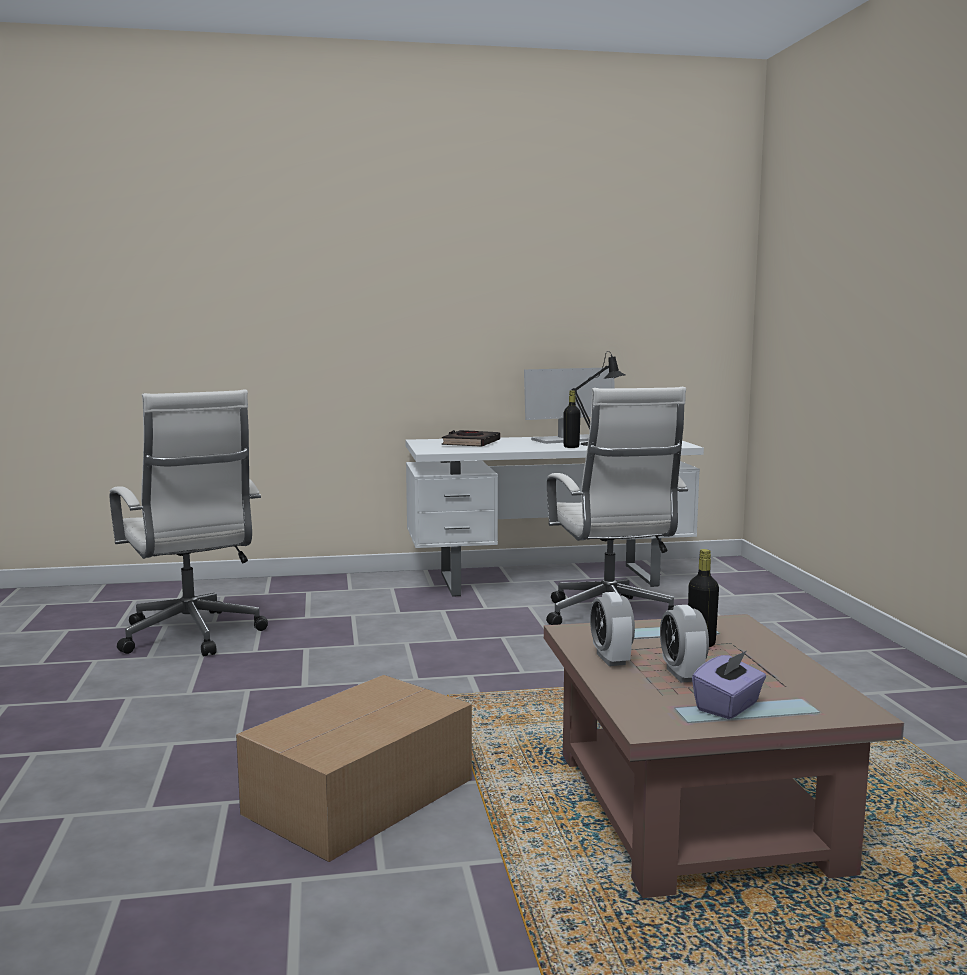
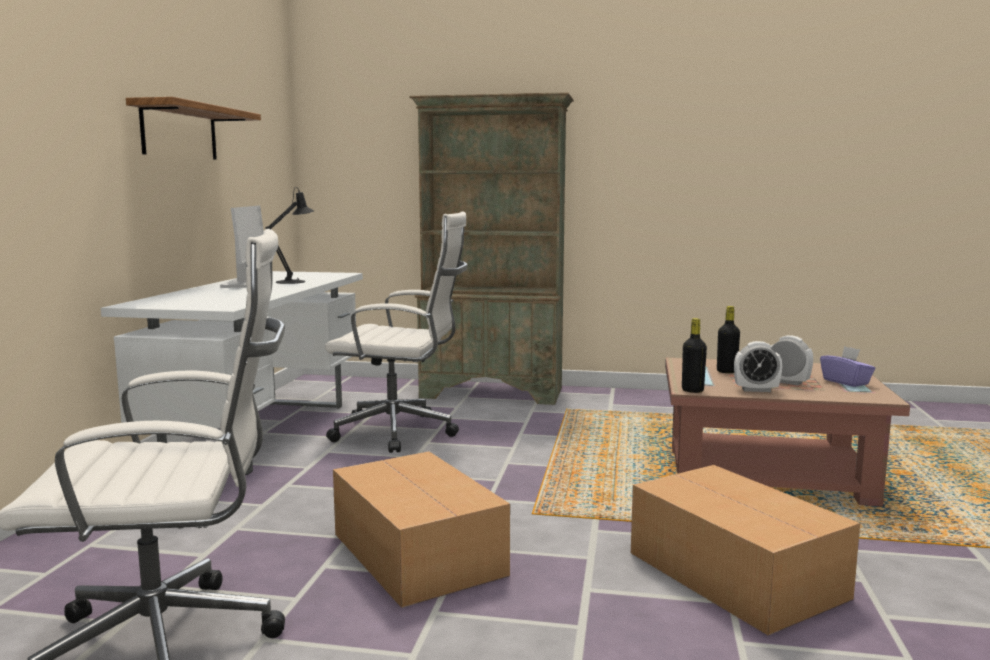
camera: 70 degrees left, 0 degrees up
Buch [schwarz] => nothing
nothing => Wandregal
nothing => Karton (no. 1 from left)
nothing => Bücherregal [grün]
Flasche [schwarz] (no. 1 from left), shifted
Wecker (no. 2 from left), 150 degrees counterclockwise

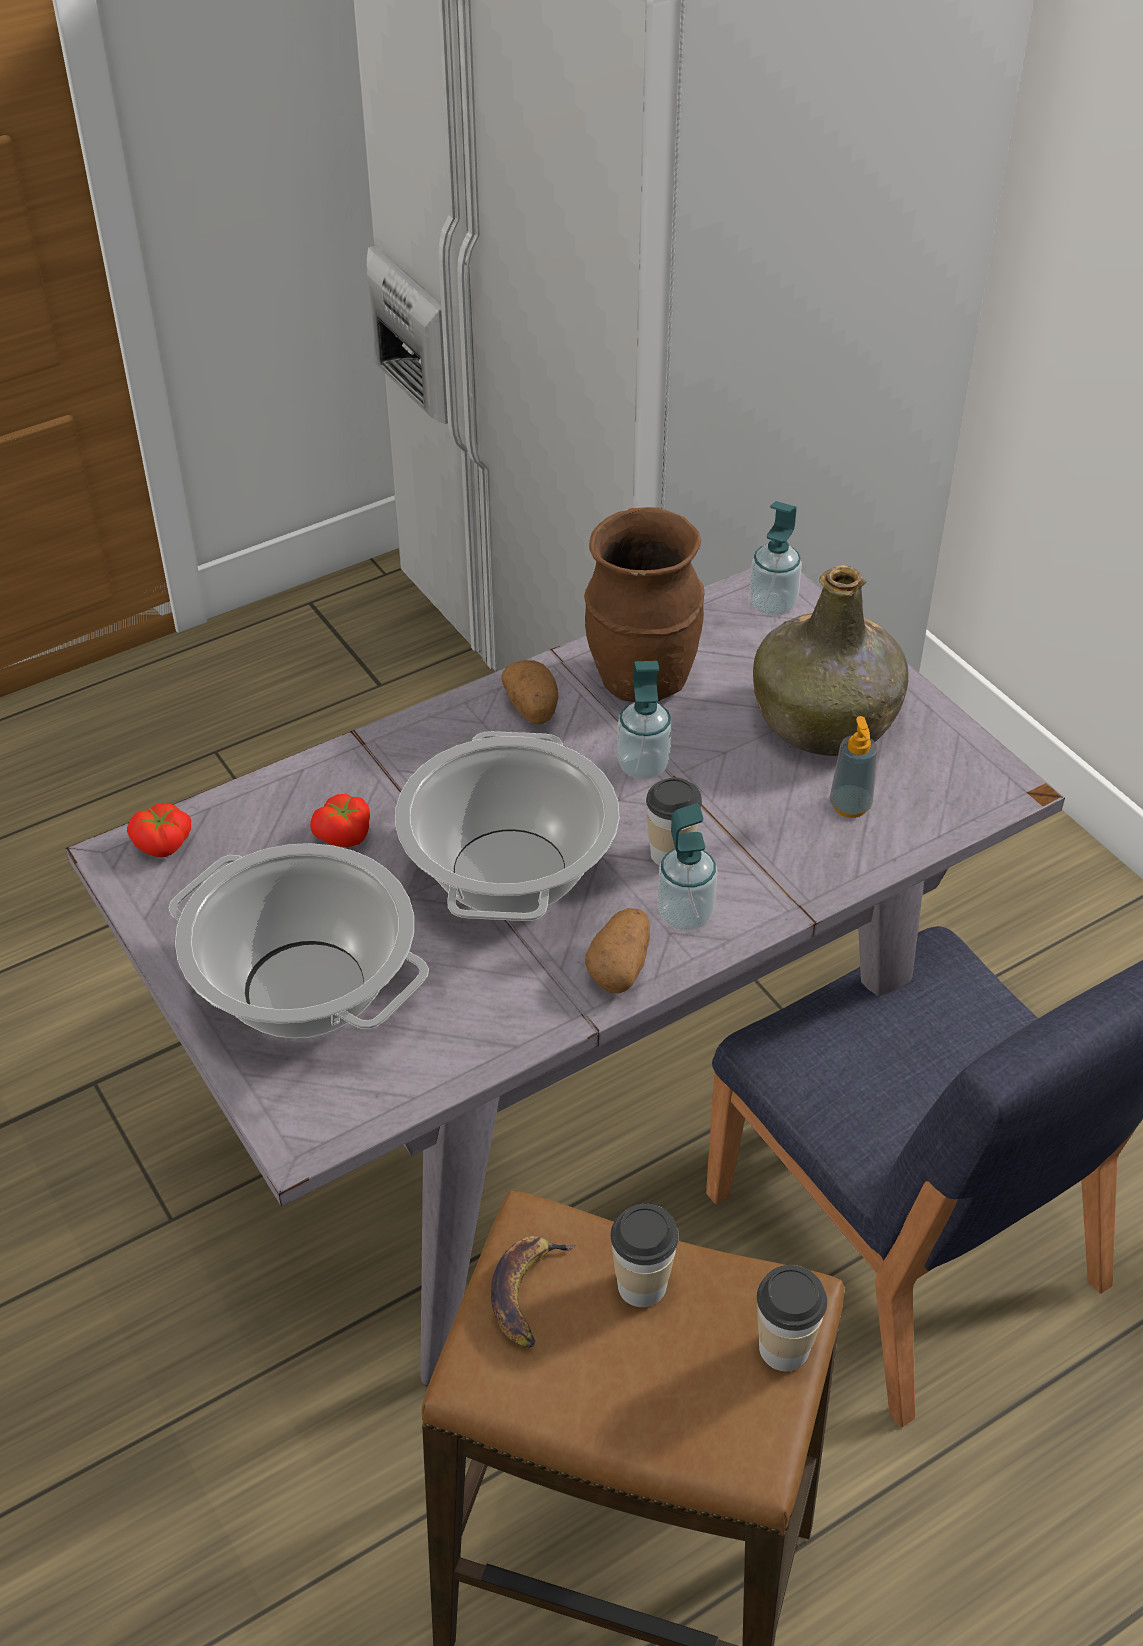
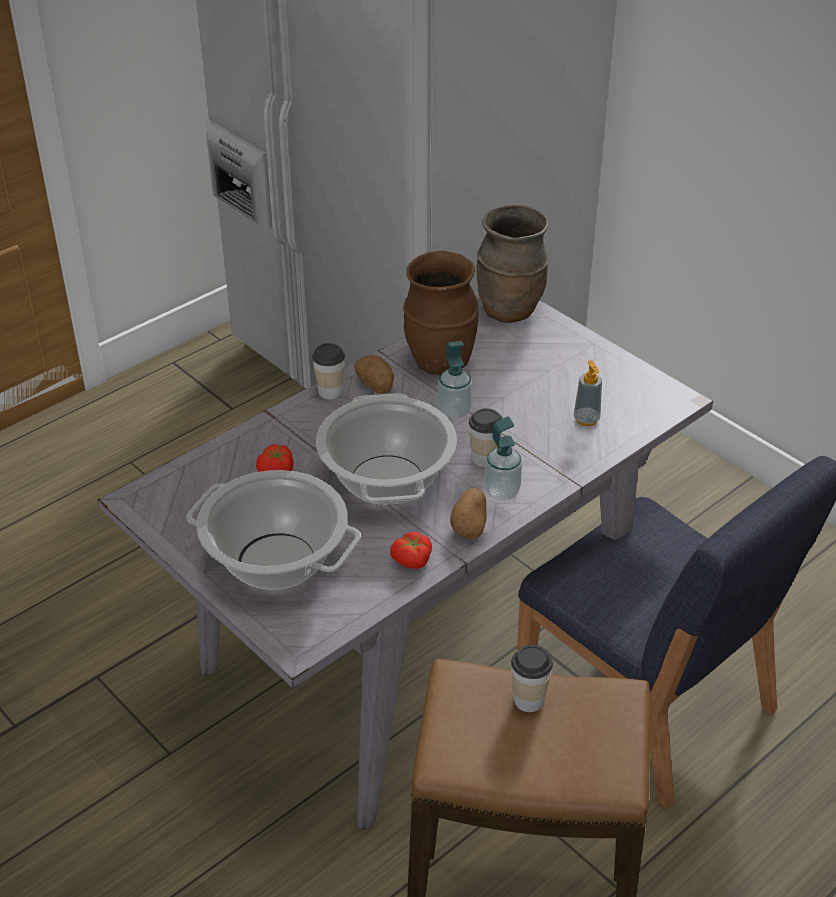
camera: 10 degrees left, 5 degrees down
Banane => nothing
Flasche [grün] => nothing
Tomate (no. 1 from left in the first image) => Tomate (no. 2 from left), shifted
Tasse (no. 3 from left in the first image) => Tasse (no. 1 from left), shifted
Seifenspender (no. 3 from left) => Vase [braun] (no. 2 from left)

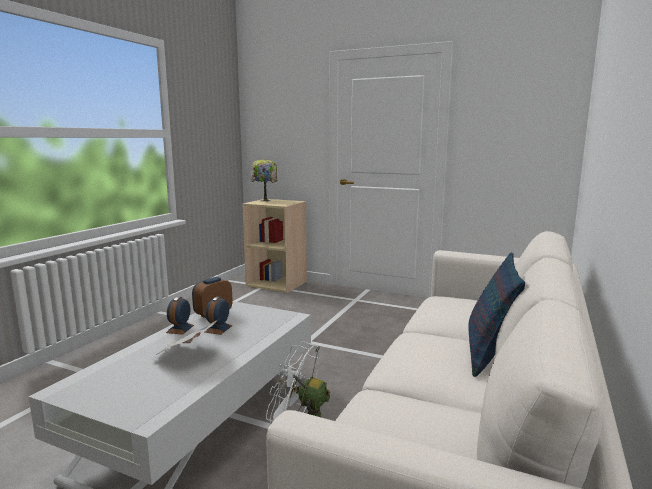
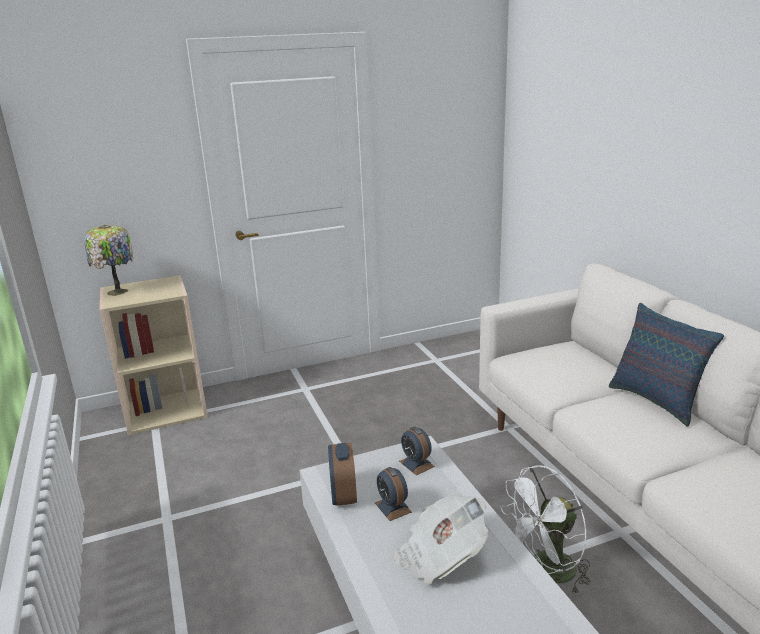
camera: 45 degrees left, 10 degrees up
Wecker (no. 1 from left in the first image) => Wecker (no. 3 from left), shifted

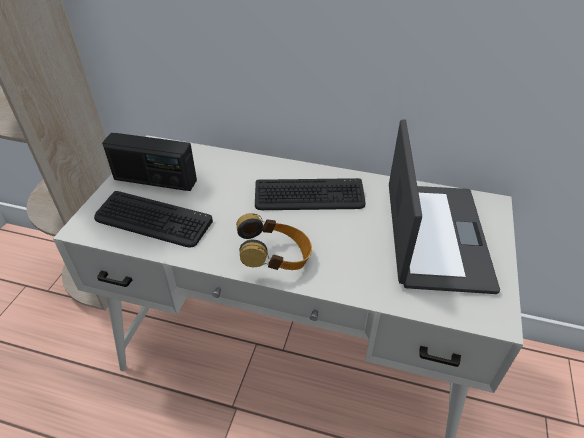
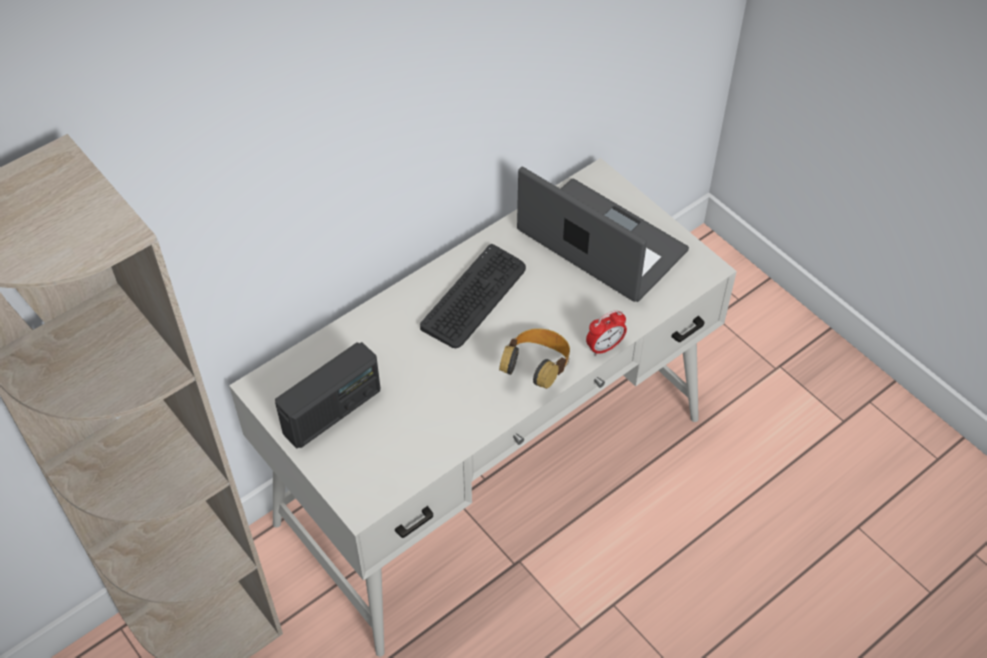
camera: 55 degrees left, 10 degrees up
Tastatur (no. 1 from left) => nothing
nothing => Wecker

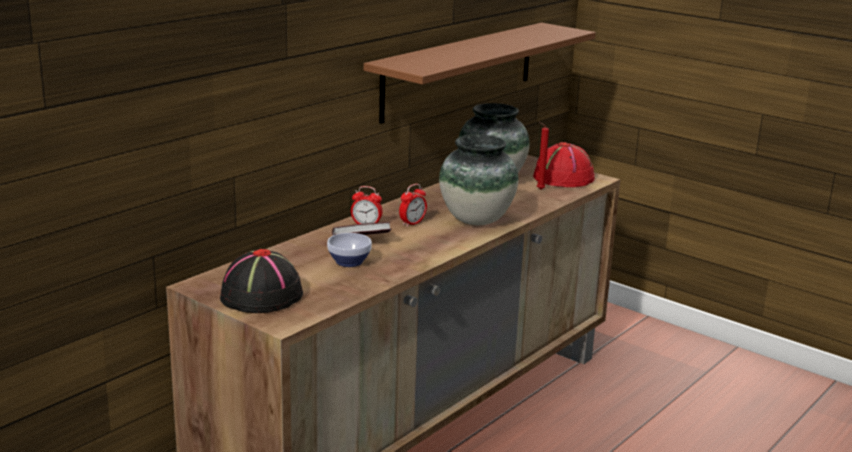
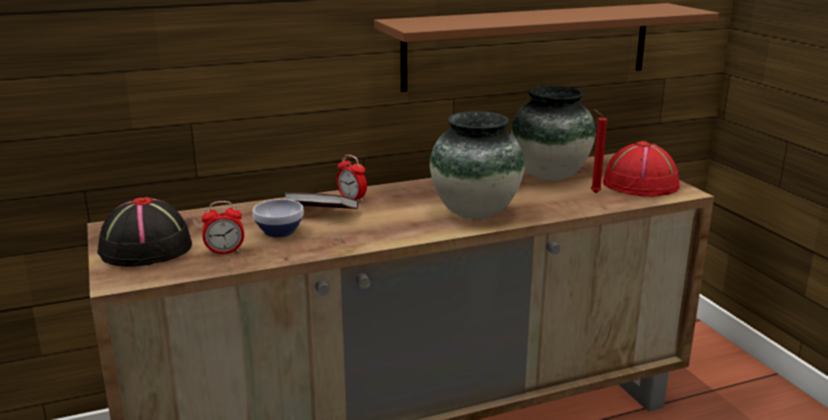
camera: 30 degrees right, 0 degrees up
Wecker (no. 2 from left in the first image) => Wecker (no. 1 from left), shifted

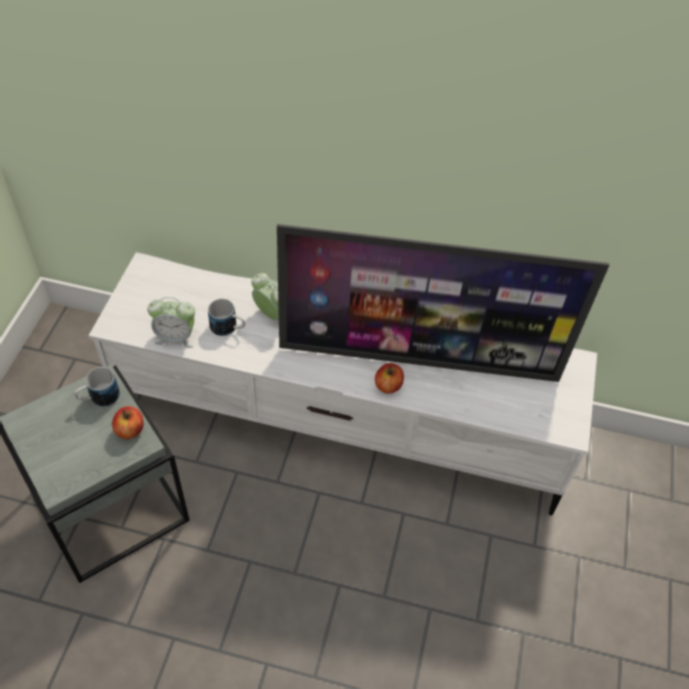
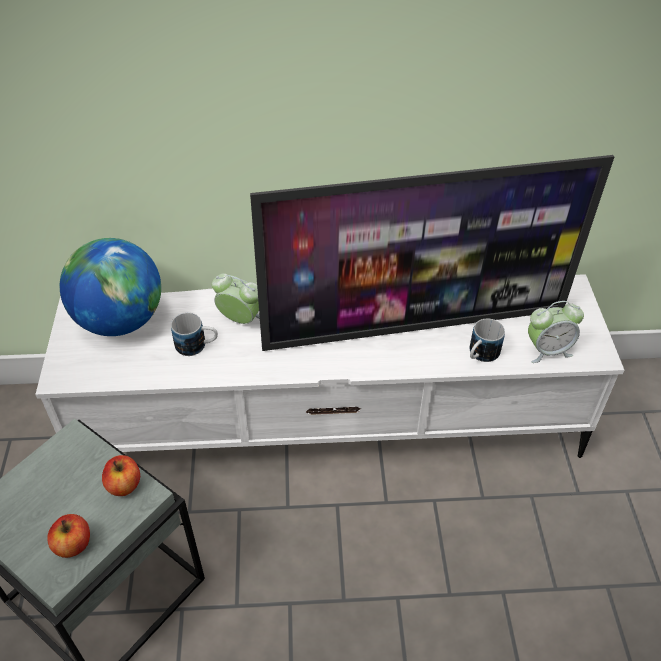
camera: 15 degrees left, 5 degrees down
nothing => Globus
Henkelbecher (no. 1 from left in the first image) => Henkelbecher (no. 2 from left), shifted
Wecker (no. 1 from left in the first image) => Wecker (no. 2 from left), shifted
Apfel (no. 2 from left in the first image) => Apfel (no. 1 from left), shifted

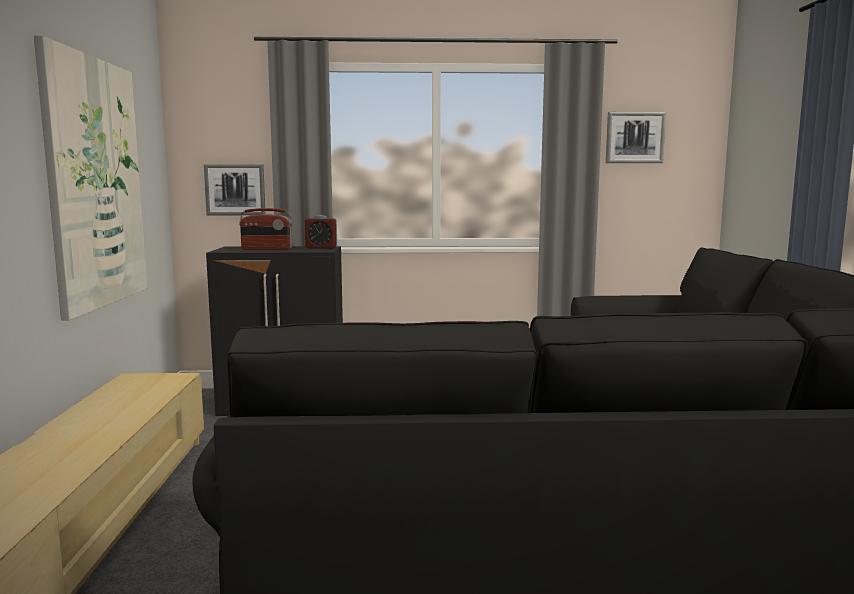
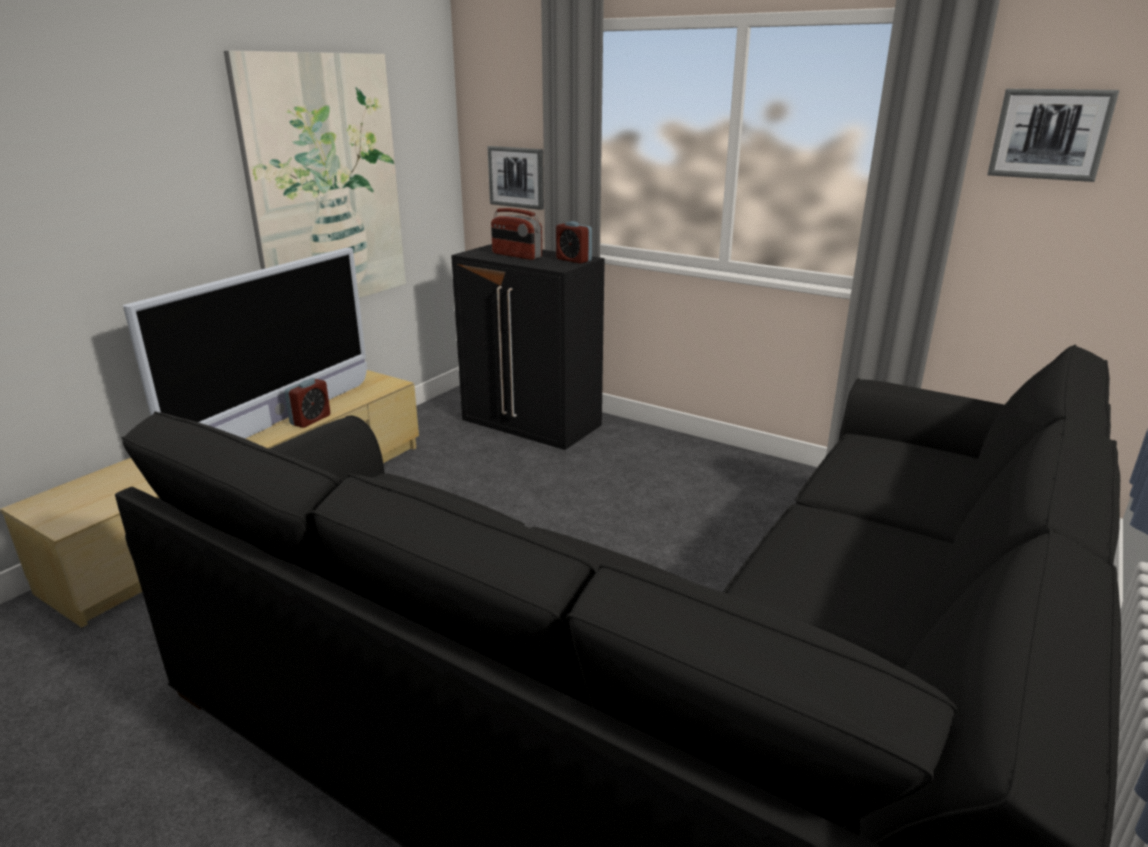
camera: 35 degrees right, 15 degrees up
nothing => Fernseher
nothing => Wecker (no. 1 from left)

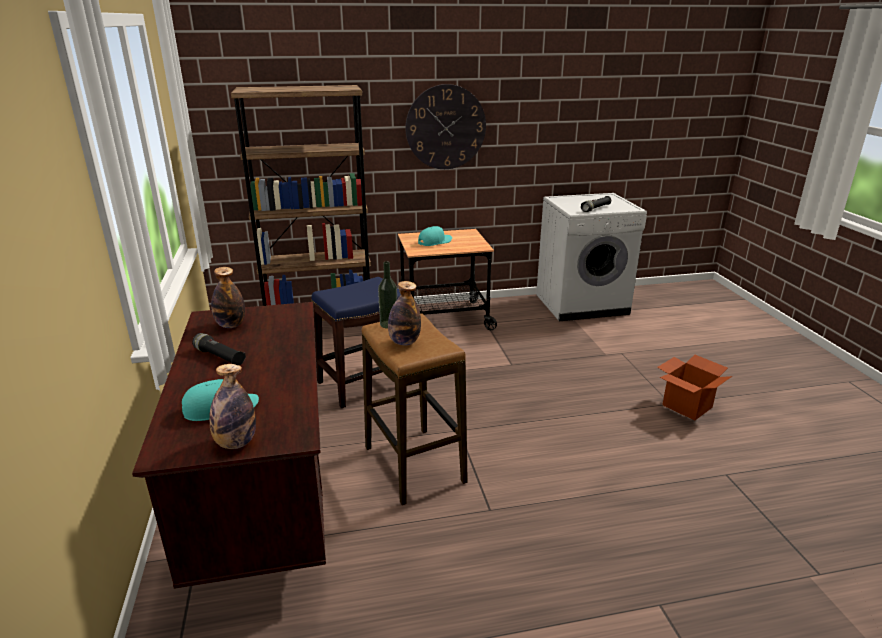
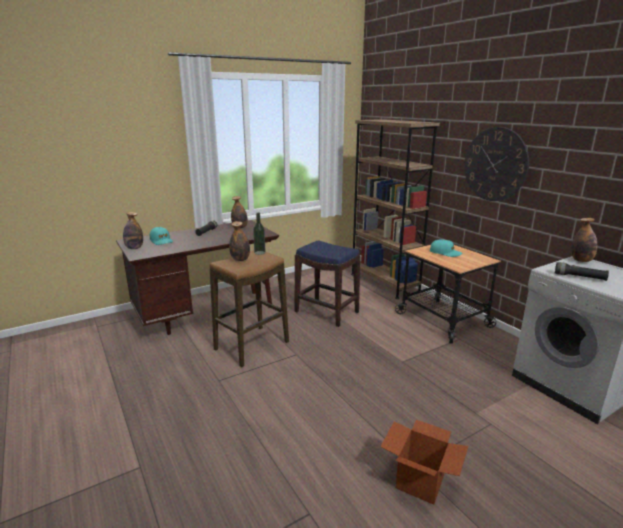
camera: 70 degrees right, 5 degrees down
nothing => Flasche (no. 5 from left)

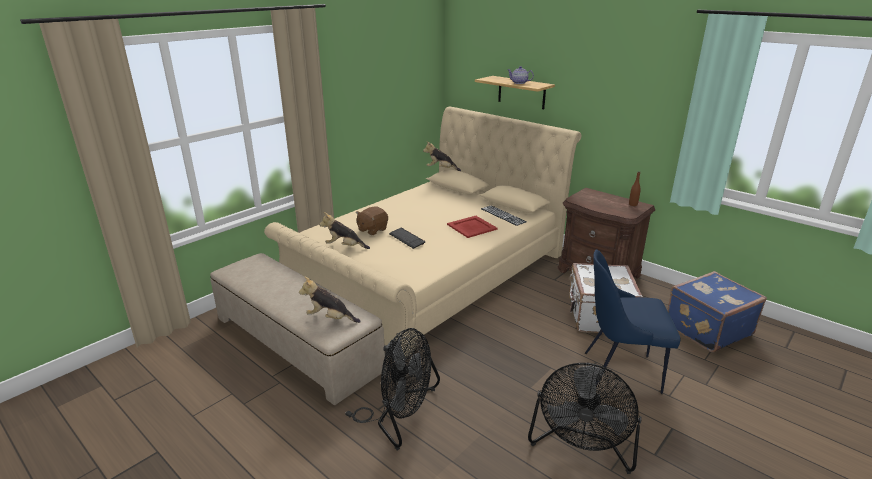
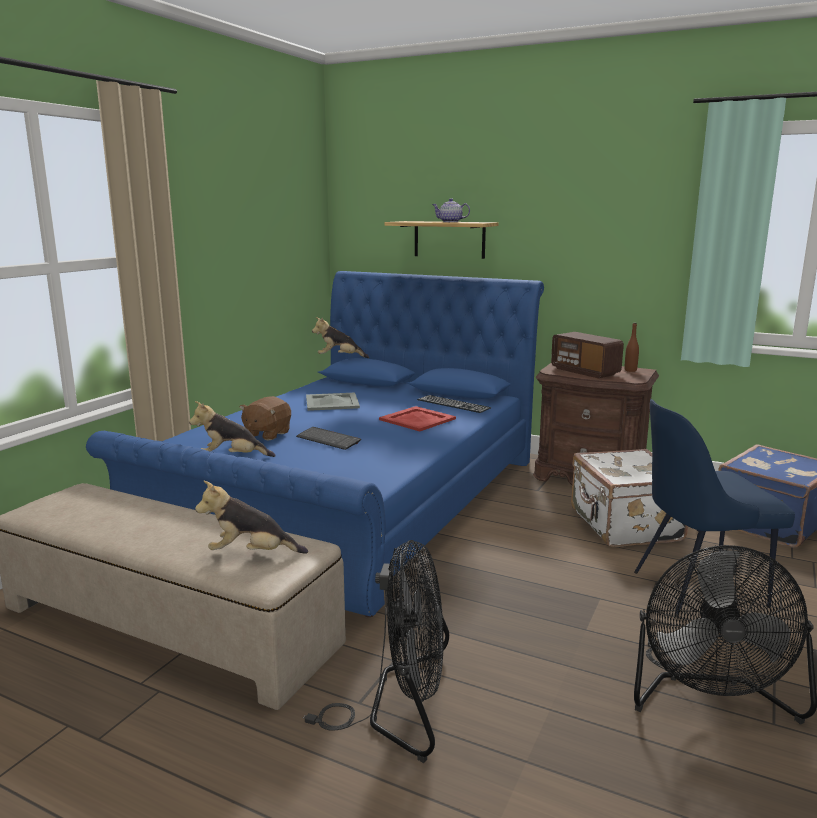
camera: 15 degrees left, 10 degrees down
nothing => Tablett [grau]
nothing => Radio
Bett [beige] => Bett [blau]

